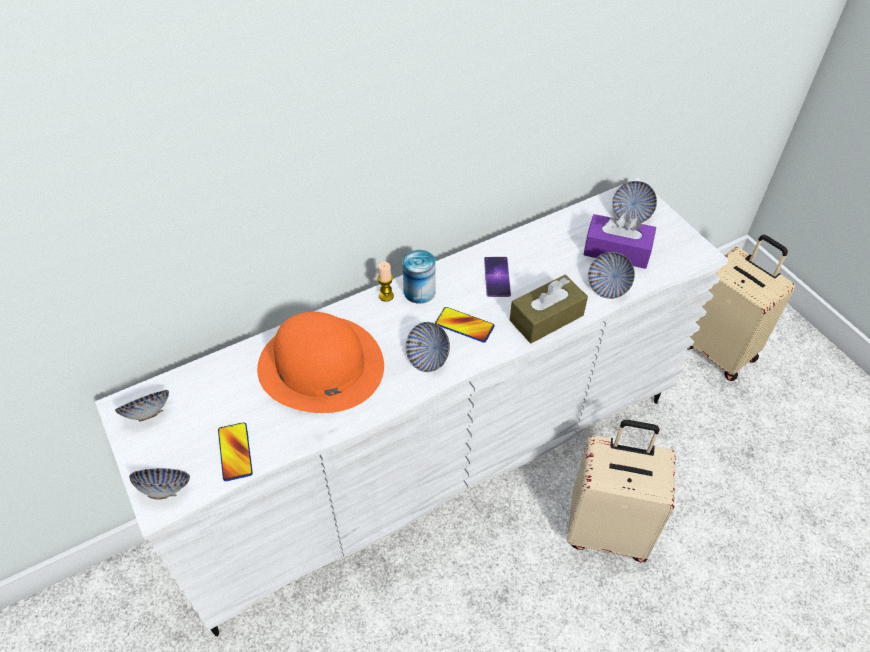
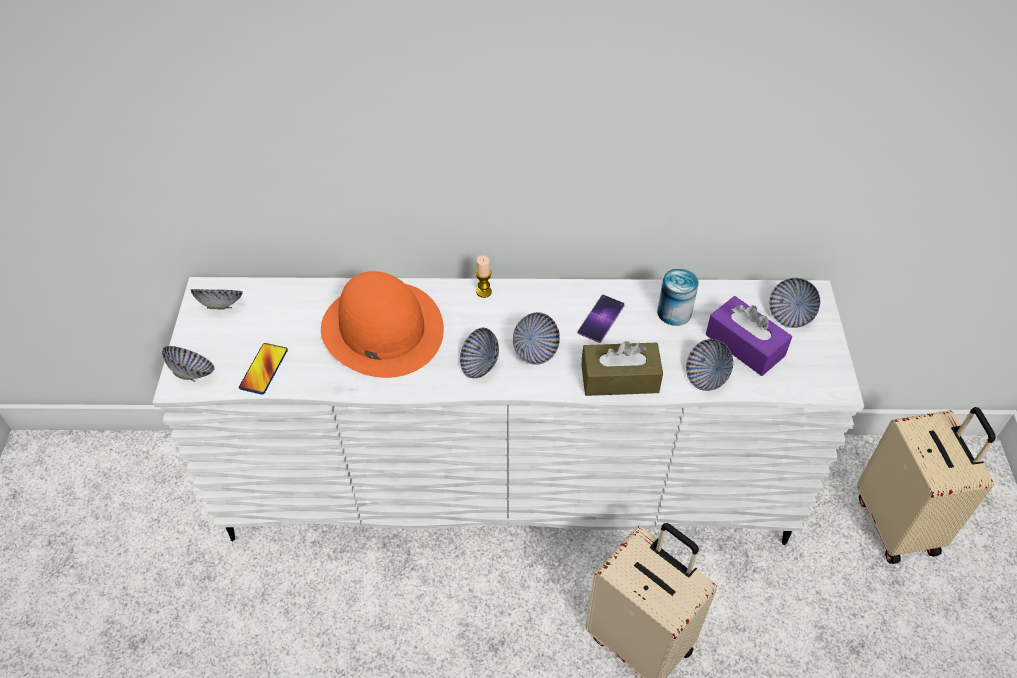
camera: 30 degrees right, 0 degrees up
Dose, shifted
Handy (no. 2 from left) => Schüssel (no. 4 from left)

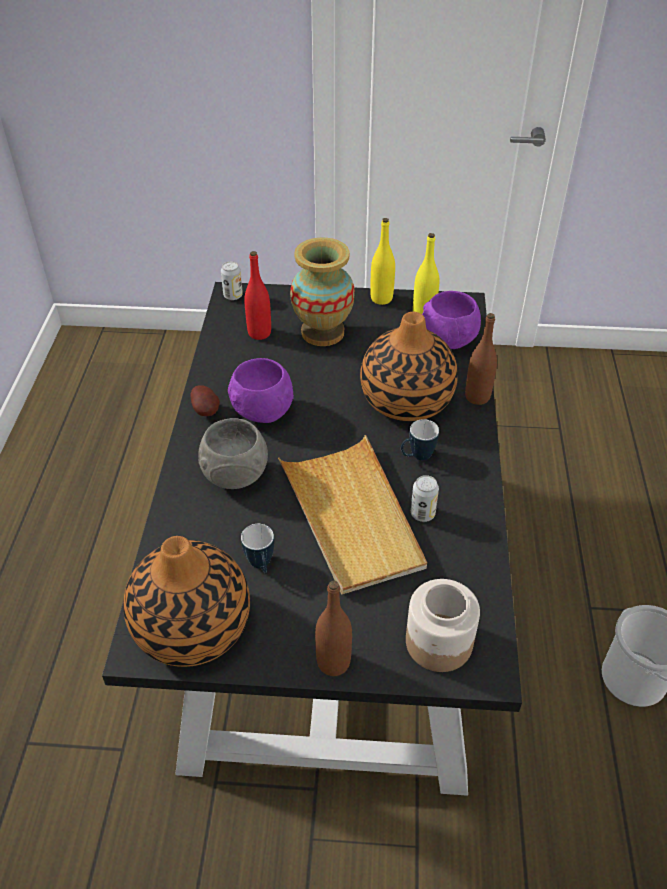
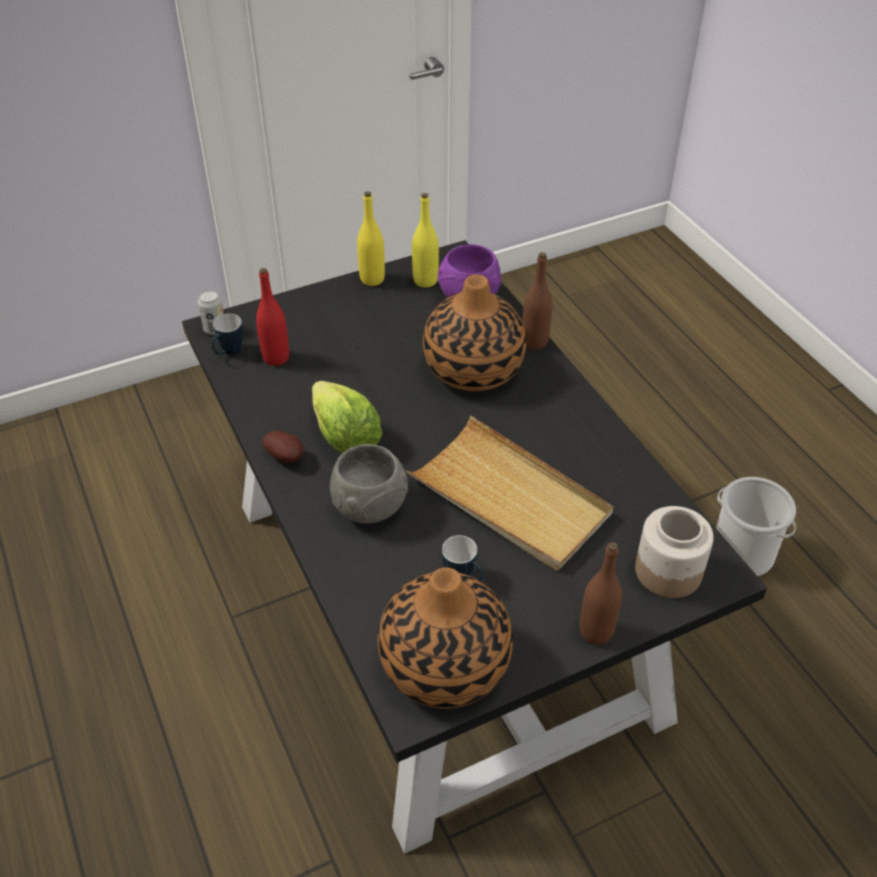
camera: 30 degrees left, 0 degrees up
Vase (no. 2 from left) => nothing
Dose (no. 2 from left) => nothing
Henkelbecher (no. 2 from left in the first image) => Henkelbecher (no. 1 from left), shifted
Schüssel [lila] (no. 1 from left) => Salatkopf

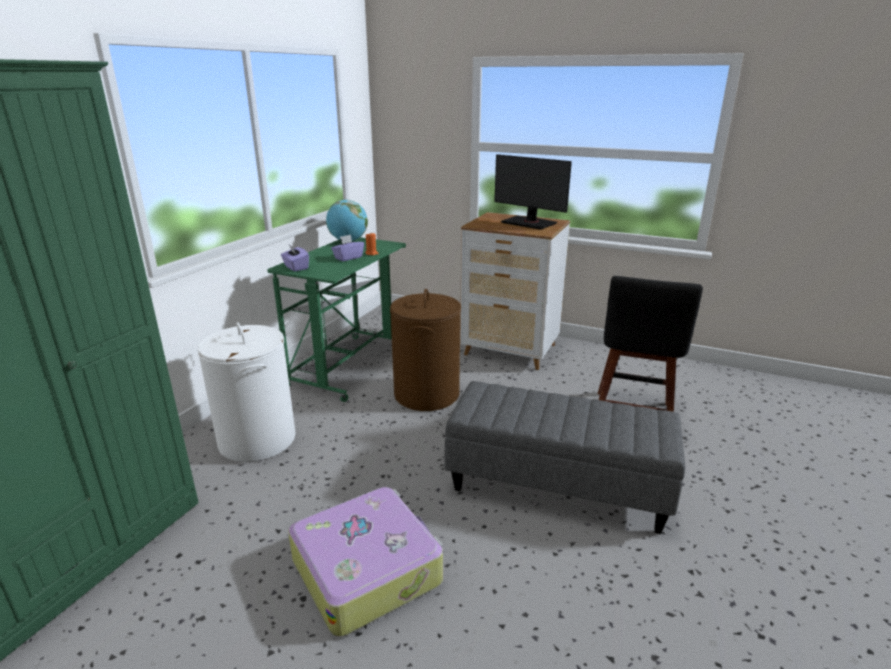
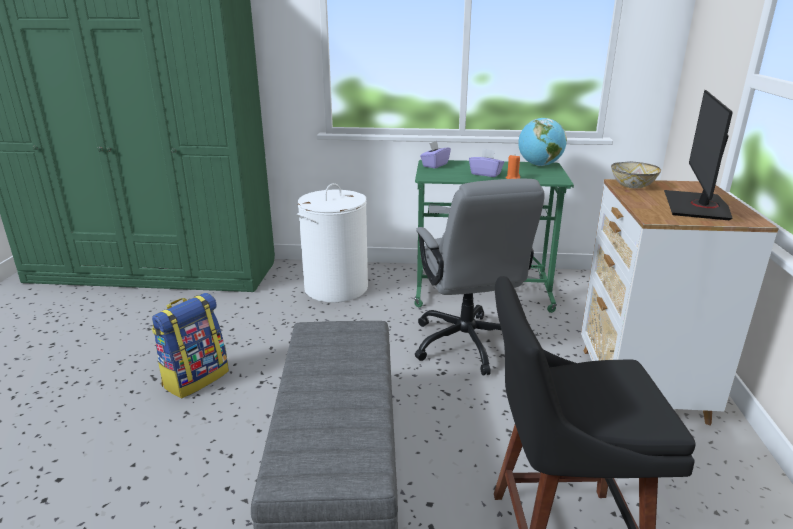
camera: 70 degrees right, 0 degrees up
nothing => Schüssel
Koffer => Rucksack
Wäschekorb [braun] => Bürostuhl [grau]

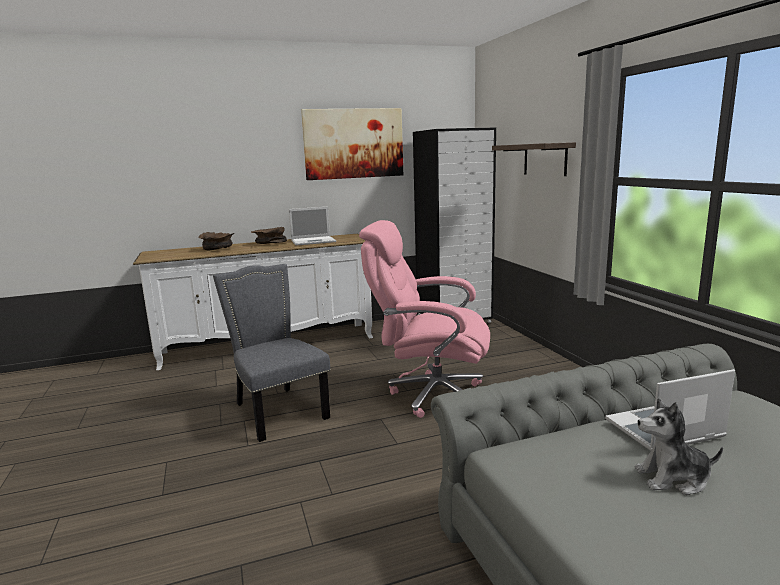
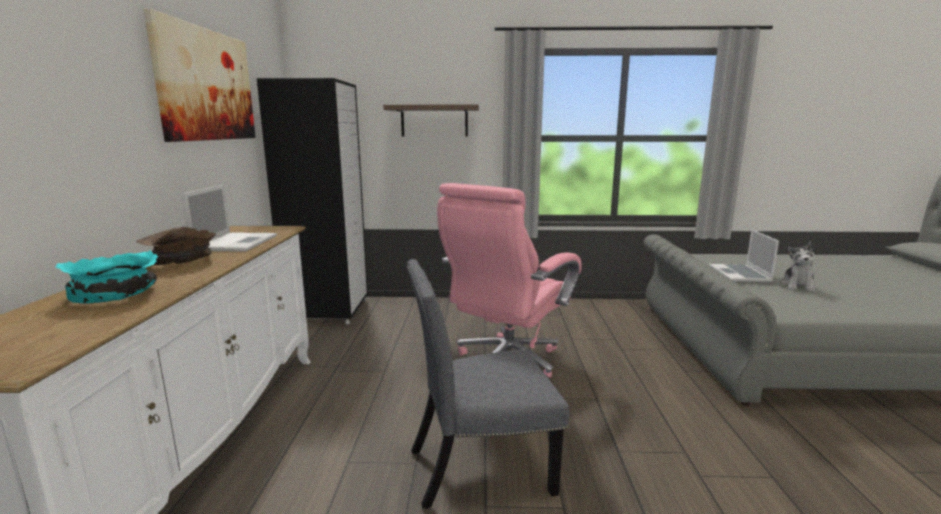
camera: 70 degrees left, 0 degrees up
Schüssel [braun] (no. 1 from left) => Schüssel [türkis]

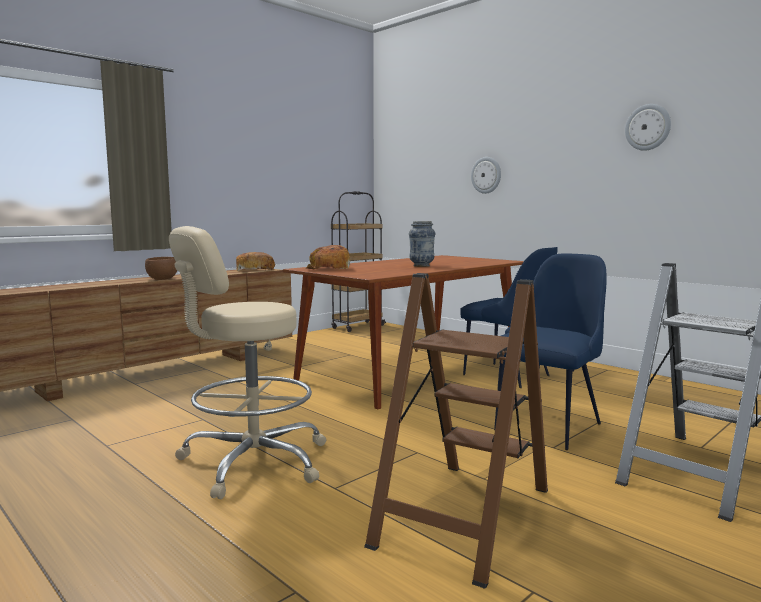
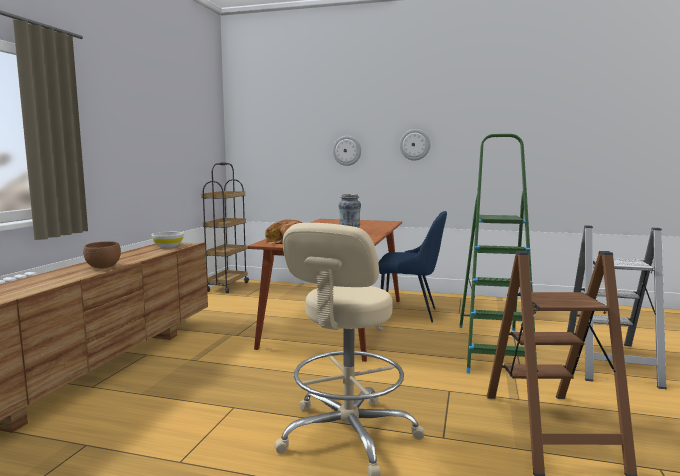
camera: 30 degrees left, 0 degrees up
Wanduhr (no. 2 from left), shifted
Brot (no. 1 from left) => Schüssel [weiß]
Stuhl [blau] (no. 2 from left) => Trittleiter [grün]

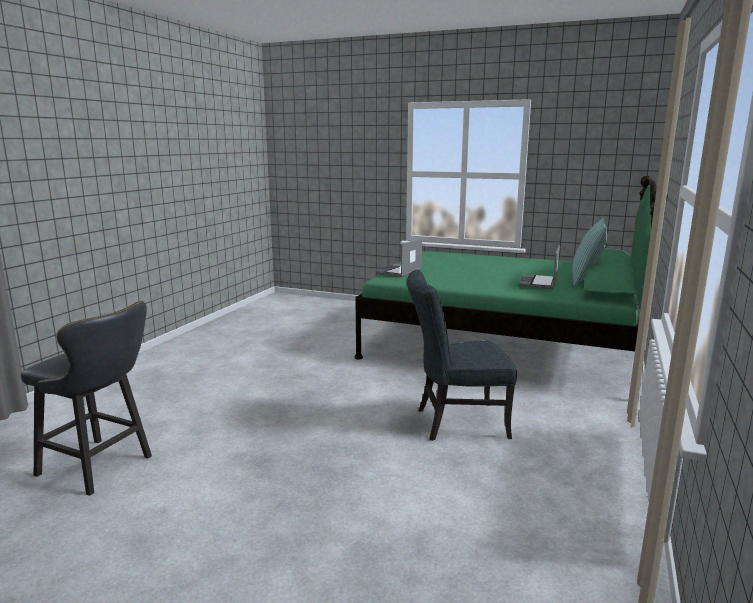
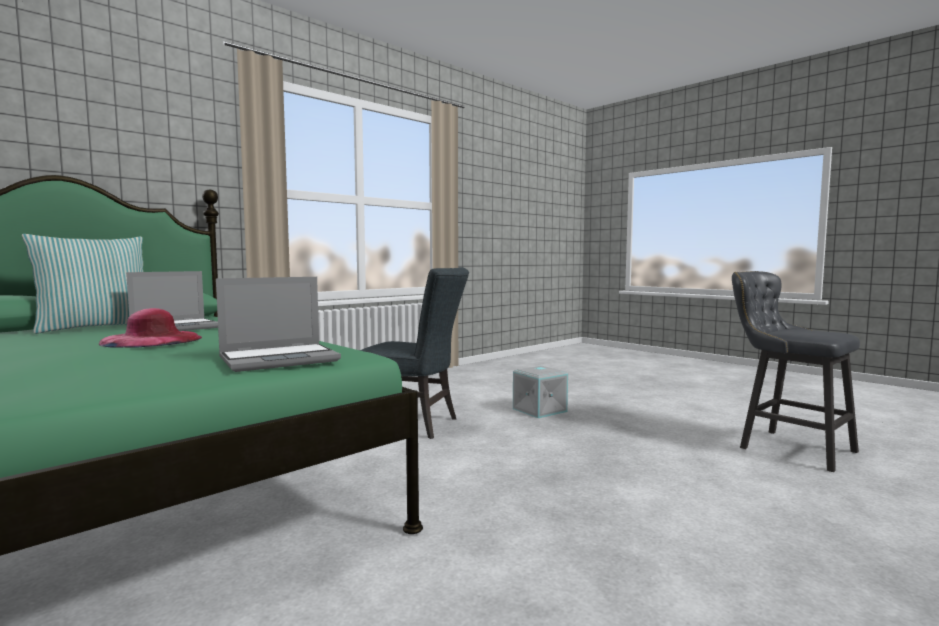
camera: 155 degrees left, 10 degrees down
nothing => Hut [rosa]
nothing => Aufbewahrungsbox [grau]

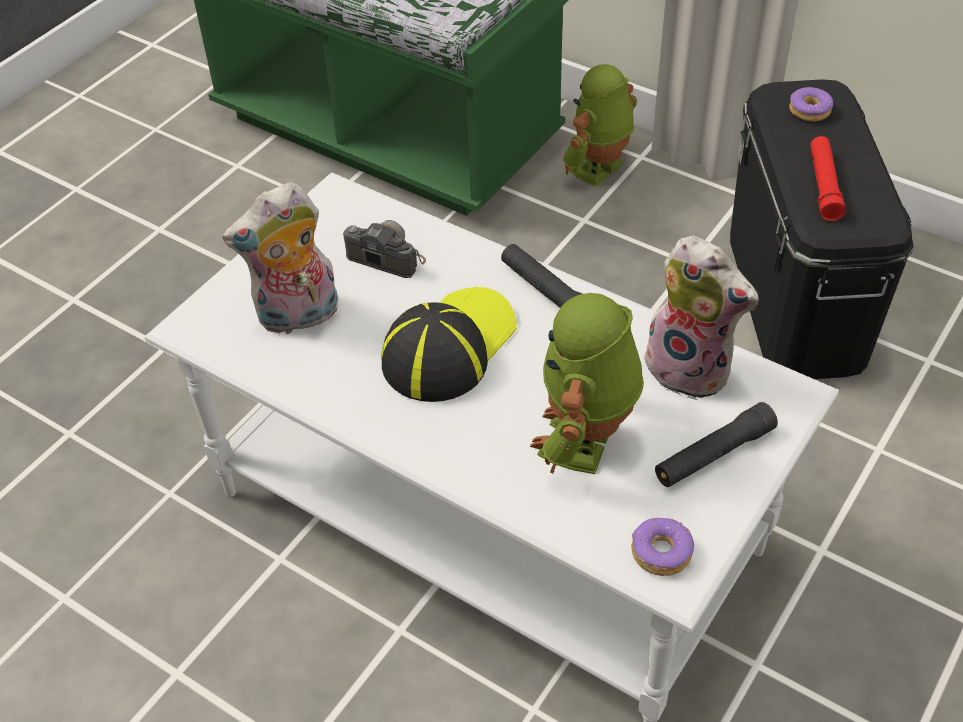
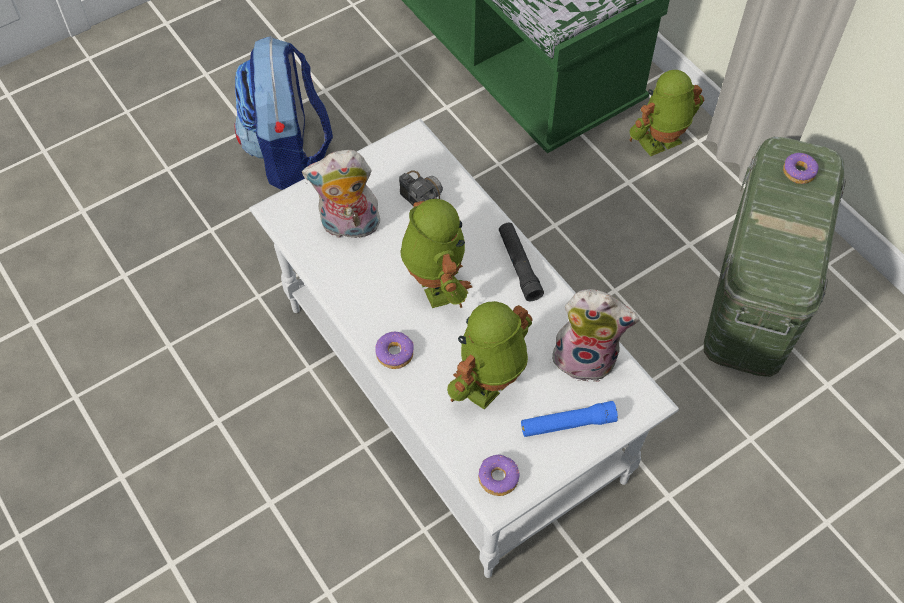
camera: 20 degrees right, 10 degrees up
Taschenlampe [rot] => nothing
nothing => Rucksack
nothing => Donut (no. 1 from left)
Kappe => Spielzeugroboter (no. 1 from left)
Taschenlampe [schwarz] (no. 2 from left) => Taschenlampe [blau]
Aufbewahrungsbox [schwarz] => Aufbewahrungsbox [grün]
Plüschtier (no. 2 from left), 45 degrees counterclockwise

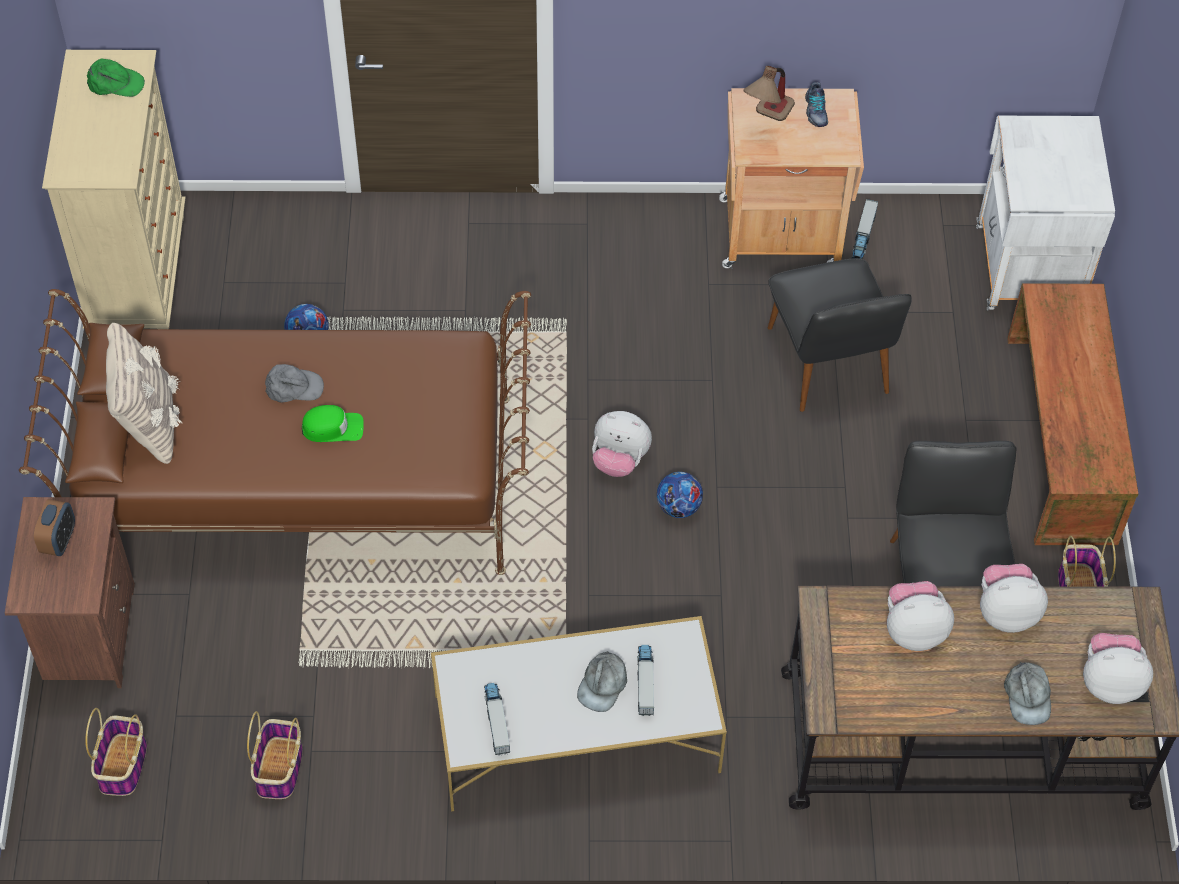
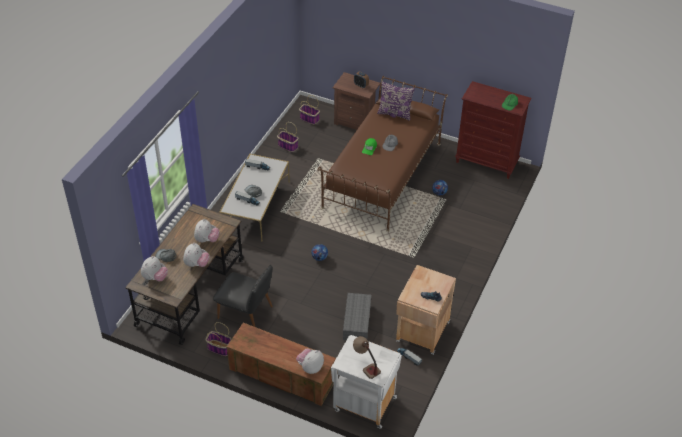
camera: 115 degrees right, 10 degrees down
Plüschtier (no. 1 from left in the first image) => Plüschtier (no. 4 from left), shifted
Tischlampe, shifted
Stuhl [schwarz] (no. 1 from left) => Aufbewahrungsbox [grau]
Kommode [beige] => Kommode [rot]
Kissen [beige] => Kissen [lila]

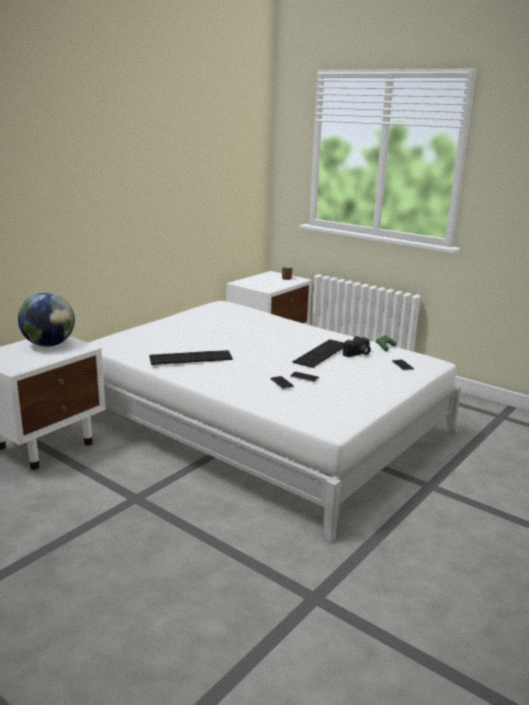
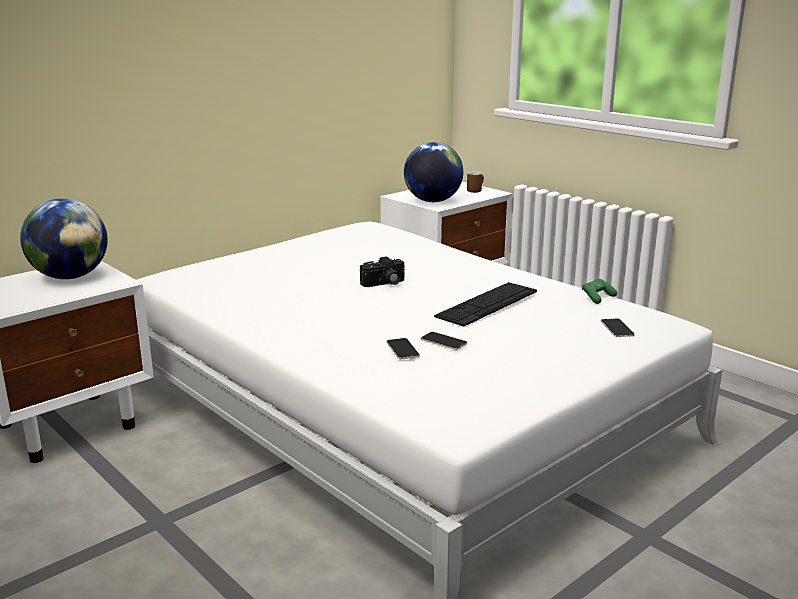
camera: 10 degrees right, 0 degrees up
Tastatur (no. 1 from left) => nothing
nothing => Globus (no. 2 from left)
Kamera, shifted

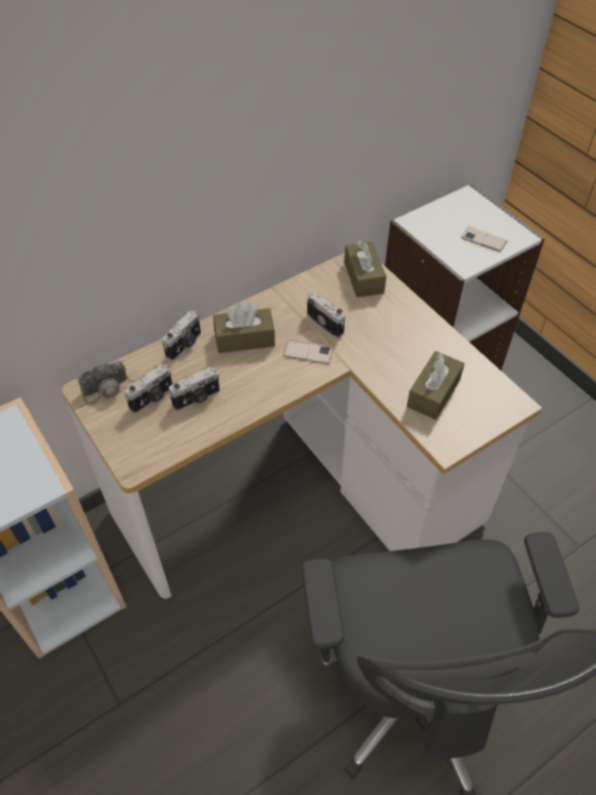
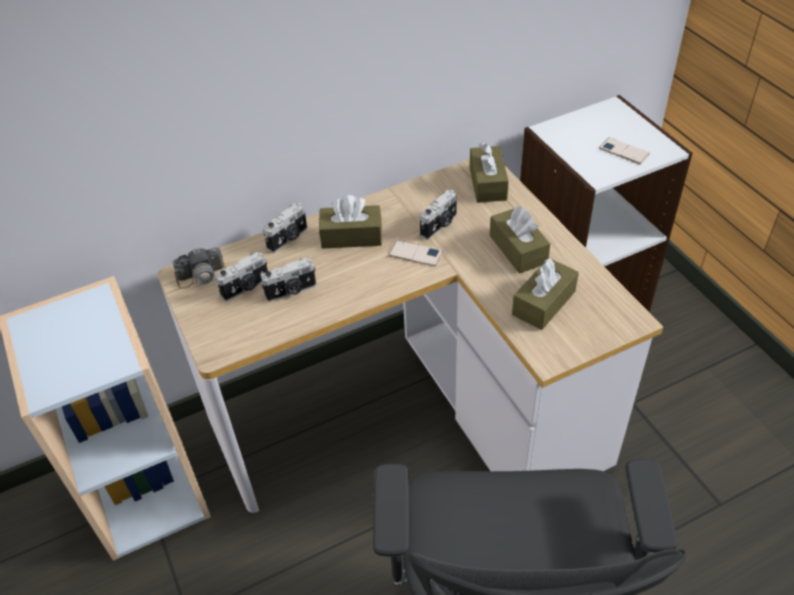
camera: 10 degrees right, 5 degrees down
nothing => Taschentuchbox [braun] (no. 3 from left)
Kamera (no. 5 from left), 75 degrees clockwise

